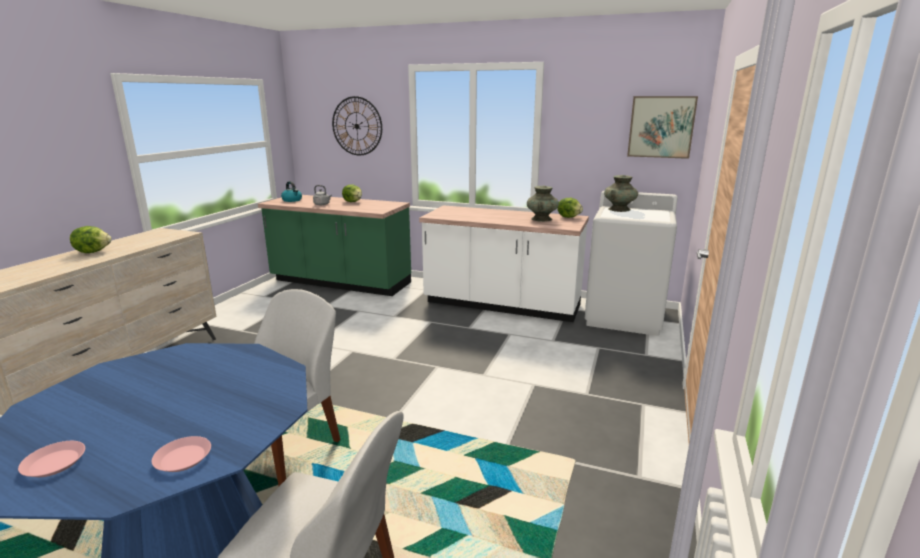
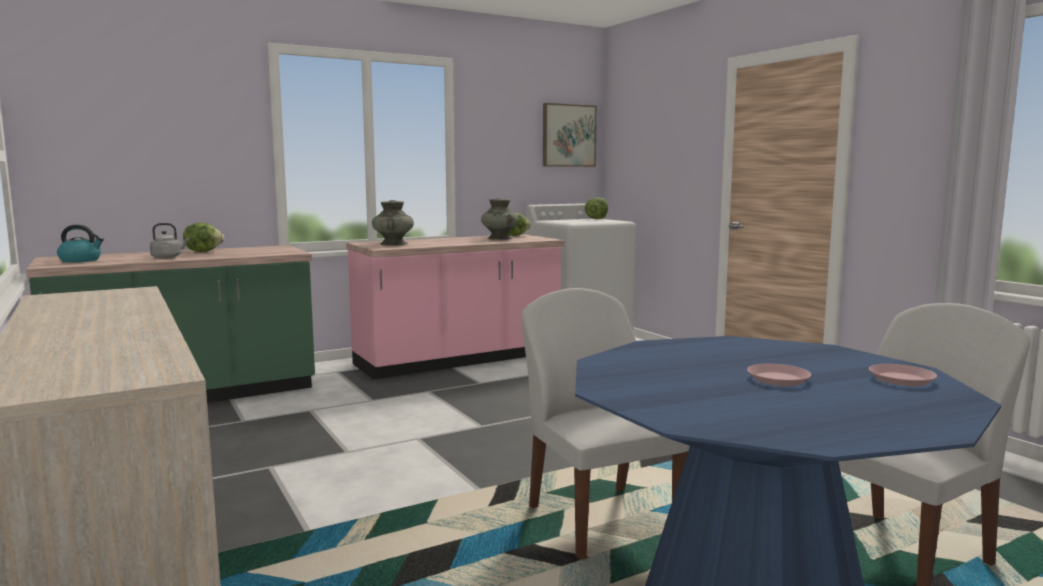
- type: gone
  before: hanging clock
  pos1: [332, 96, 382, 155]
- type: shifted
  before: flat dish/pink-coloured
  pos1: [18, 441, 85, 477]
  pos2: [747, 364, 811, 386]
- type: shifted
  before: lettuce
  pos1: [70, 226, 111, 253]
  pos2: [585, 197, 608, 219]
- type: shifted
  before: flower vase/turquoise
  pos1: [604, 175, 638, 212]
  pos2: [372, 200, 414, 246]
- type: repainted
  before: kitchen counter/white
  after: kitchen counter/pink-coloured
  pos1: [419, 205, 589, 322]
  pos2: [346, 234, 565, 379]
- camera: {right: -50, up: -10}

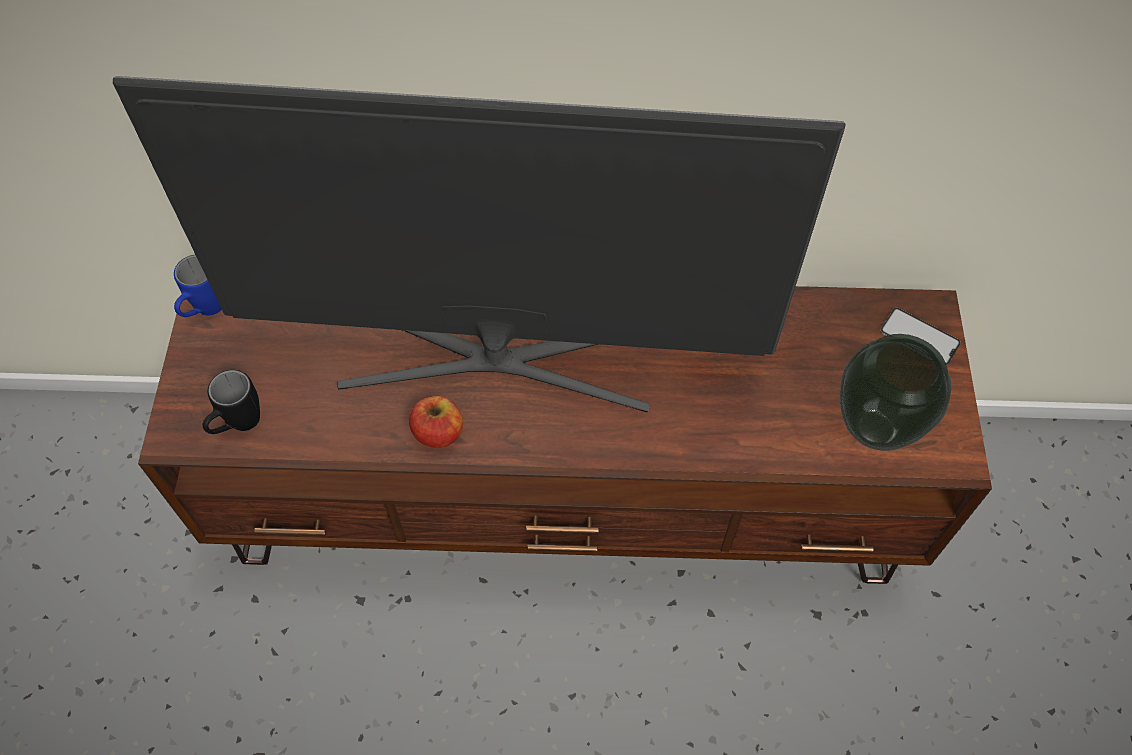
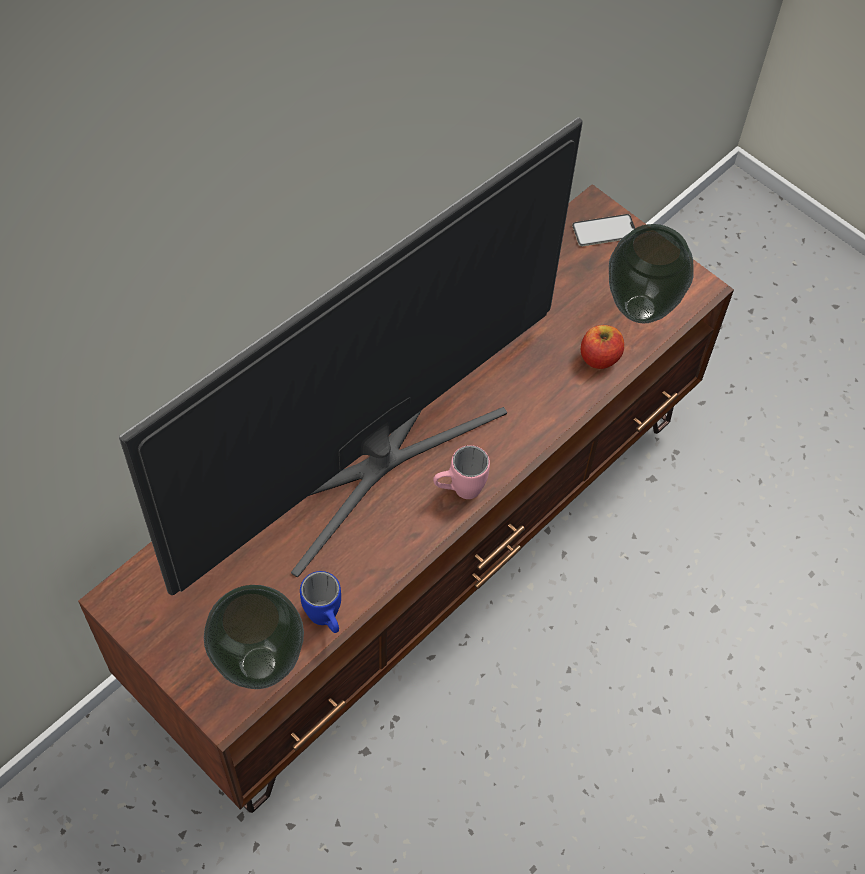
- type: new
  after: tea mug/pink-coloured
  pos2: [433, 445, 490, 499]
- type: shifted
  before: tea mug/blue
  pos1: [174, 255, 222, 317]
  pos2: [300, 571, 341, 633]
- type: shifted
  before: apple fruit
  pos1: [409, 396, 463, 448]
  pos2: [581, 325, 624, 369]
- type: swapped
  before: tea mug/black
  after: flower vase
  pos1: [202, 370, 260, 434]
  pos2: [204, 585, 304, 689]
- camera: {right: -50, up: 0}

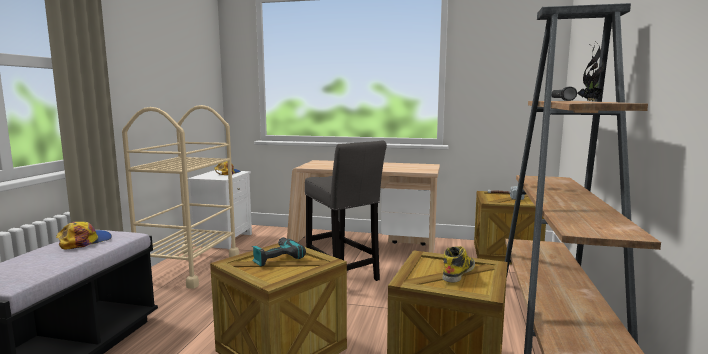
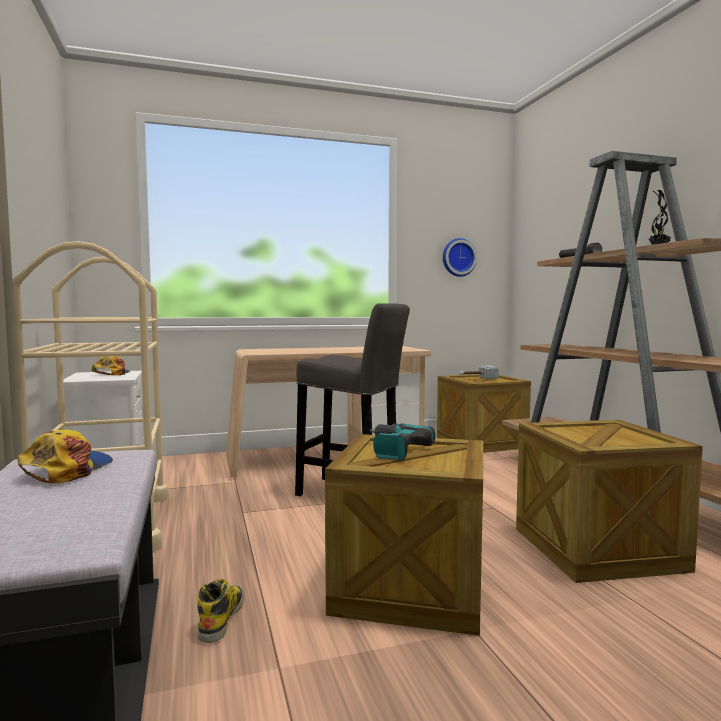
- type: new
  after: hanging clock
  pos2: [443, 238, 477, 277]
- type: shifted
  before: tall boot
  pos1: [442, 246, 475, 283]
  pos2: [197, 579, 244, 643]
- camera: {right: -30, up: -5}

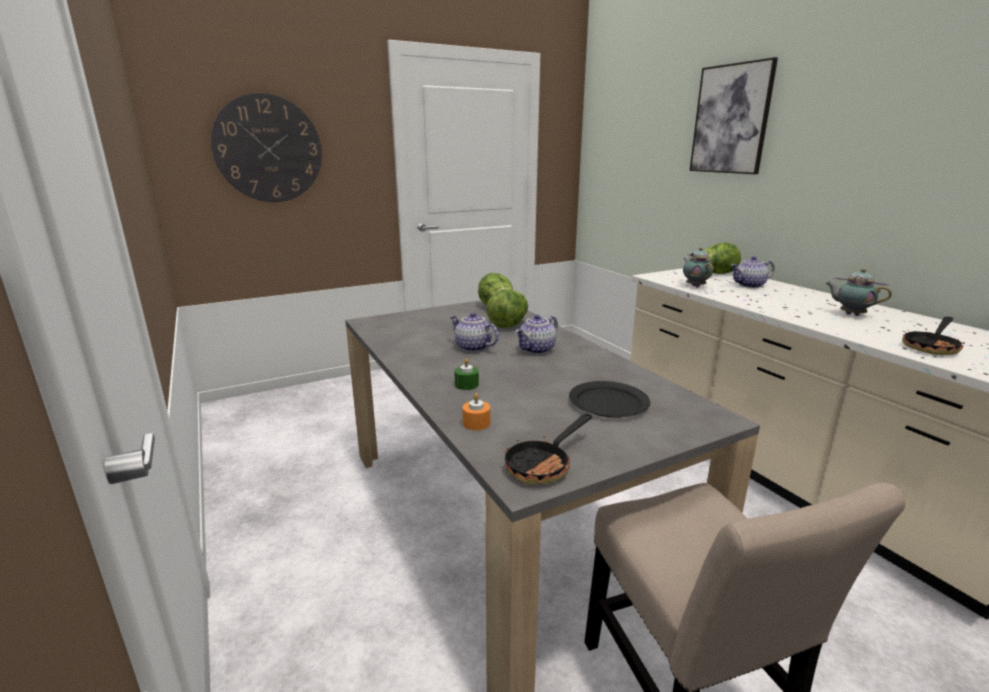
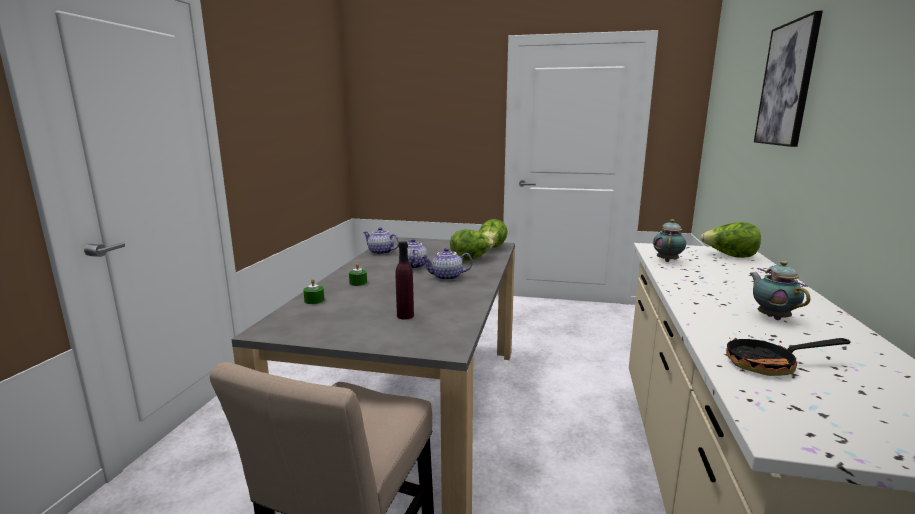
- type: gone
  before: hanging clock
  pos1: [211, 93, 322, 202]
- type: gone
  before: skillet
  pos1: [504, 413, 592, 485]
- type: shifted
  before: tea pot
  pos1: [731, 256, 775, 288]
  pos2: [363, 227, 399, 255]
- type: swapped
  before: flat dish/black
  after: beverage bottle/purple-coloured
  pos1: [569, 381, 650, 418]
  pos2: [396, 241, 414, 319]
- type: repainted
  before: candle/orange-coloured
  after: candle/greenish
  pos1: [462, 393, 490, 430]
  pos2: [303, 279, 324, 304]
- camera: {right: 40, up: -5}

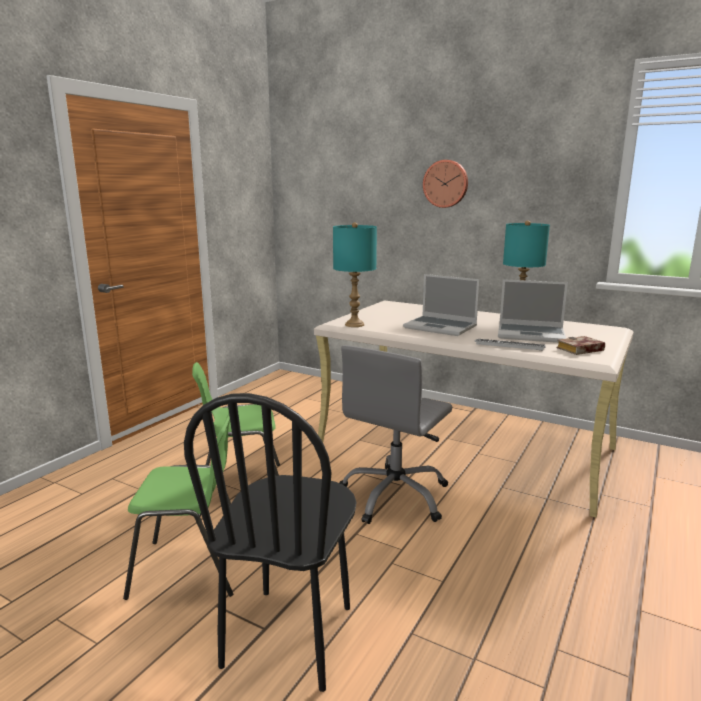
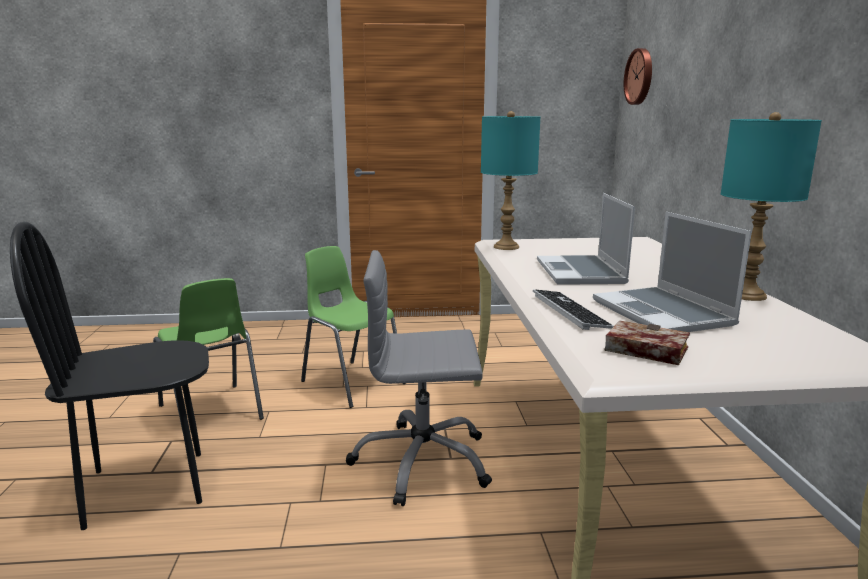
- type: shifted
  before: hanging clock
  pos1: [423, 160, 468, 208]
  pos2: [624, 48, 652, 105]
- camera: {right: 55, up: 0}

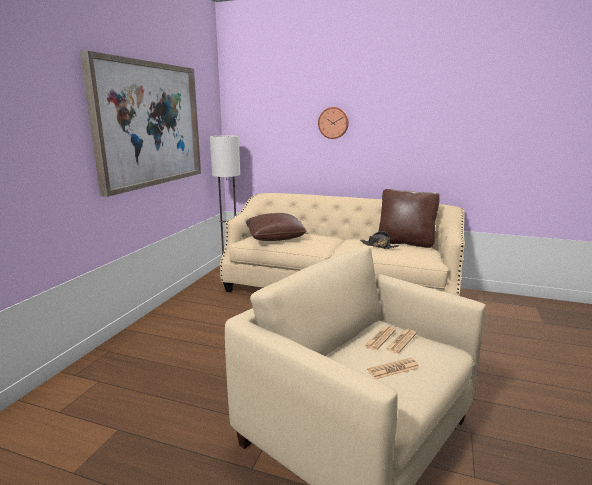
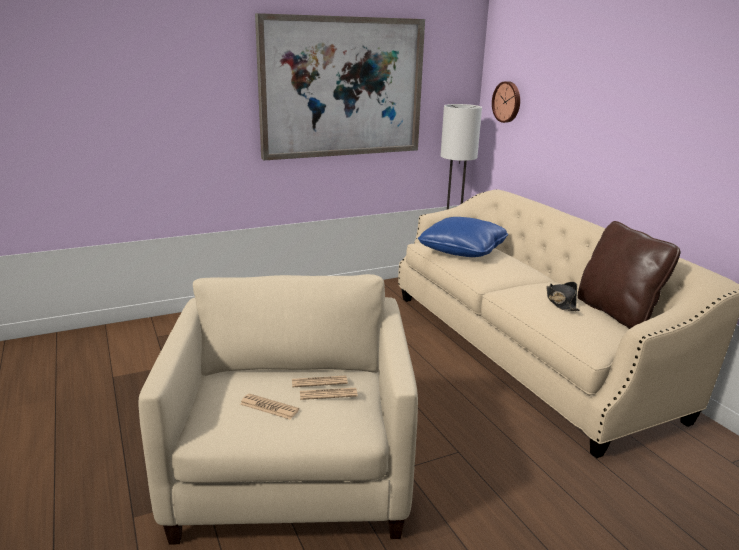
- type: shifted
  before: hanging clock
  pos1: [318, 107, 349, 139]
  pos2: [492, 81, 520, 123]
- type: repainted
  before: cushion/brownish
  after: cushion/blue
  pos1: [246, 213, 307, 241]
  pos2: [418, 217, 508, 257]
- camera: {right: 45, up: 5}

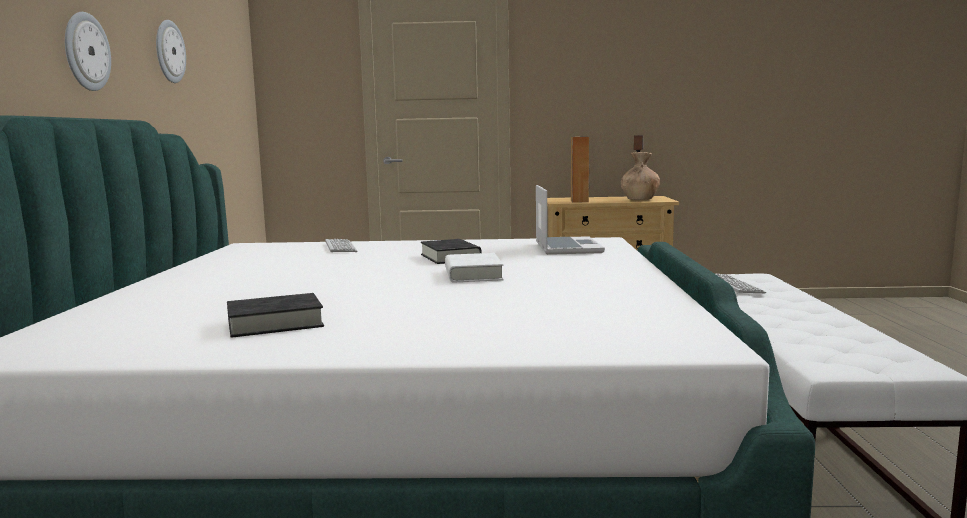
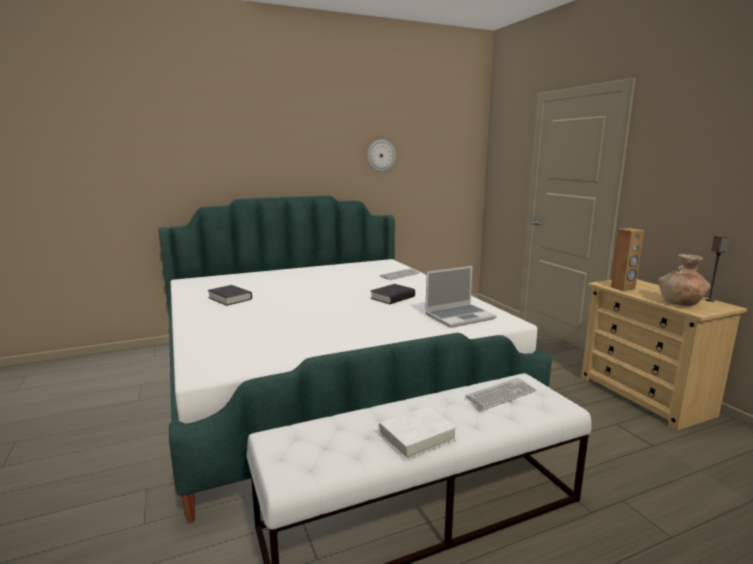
- type: gone
  before: hanging clock
  pos1: [65, 12, 111, 91]
- type: shifted
  before: book/white
  pos1: [445, 253, 504, 282]
  pos2: [378, 407, 457, 460]
- camera: {right: 65, up: 5}

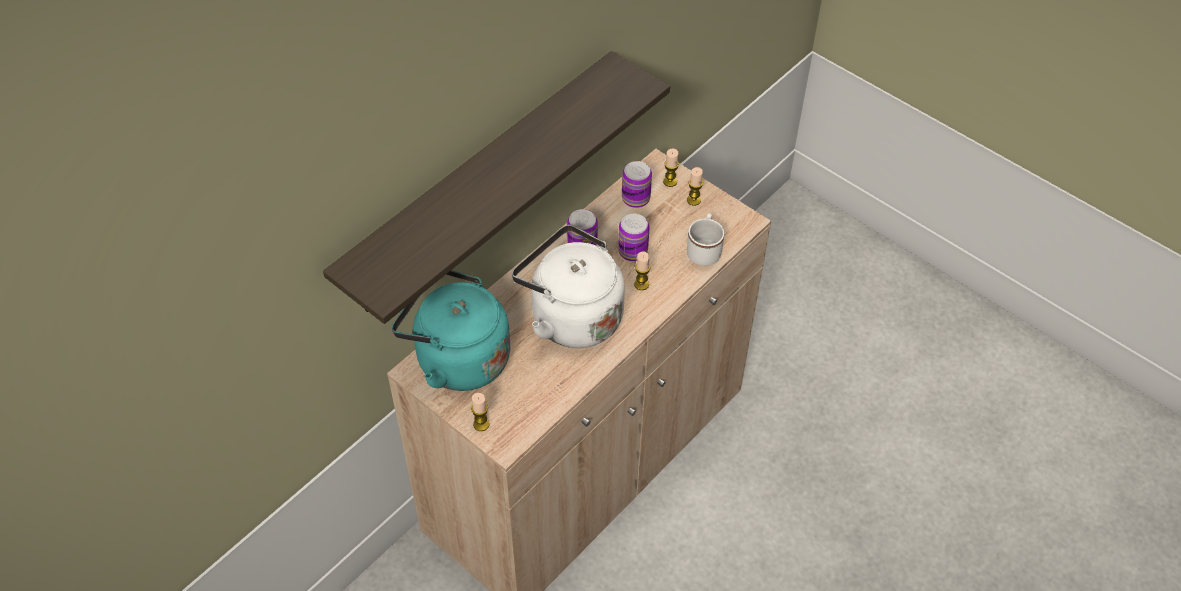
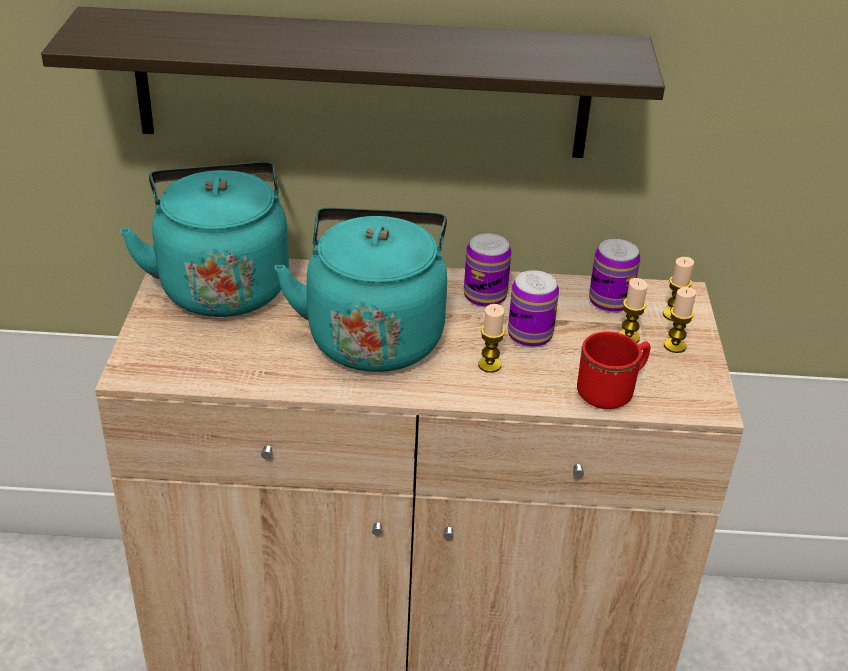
- type: shifted
  before: candle
  pos1: [471, 393, 490, 431]
  pos2: [619, 278, 648, 343]
- type: repainted
  before: water kettle/white
  after: water kettle/turquoise
  pos1: [512, 225, 625, 348]
  pos2: [274, 208, 447, 372]
- type: repainted
  before: tea mug/white
  after: tea mug/red-coloured
  pos1: [687, 214, 724, 266]
  pos2: [577, 332, 651, 409]
- camera: {right: 50, up: -15}

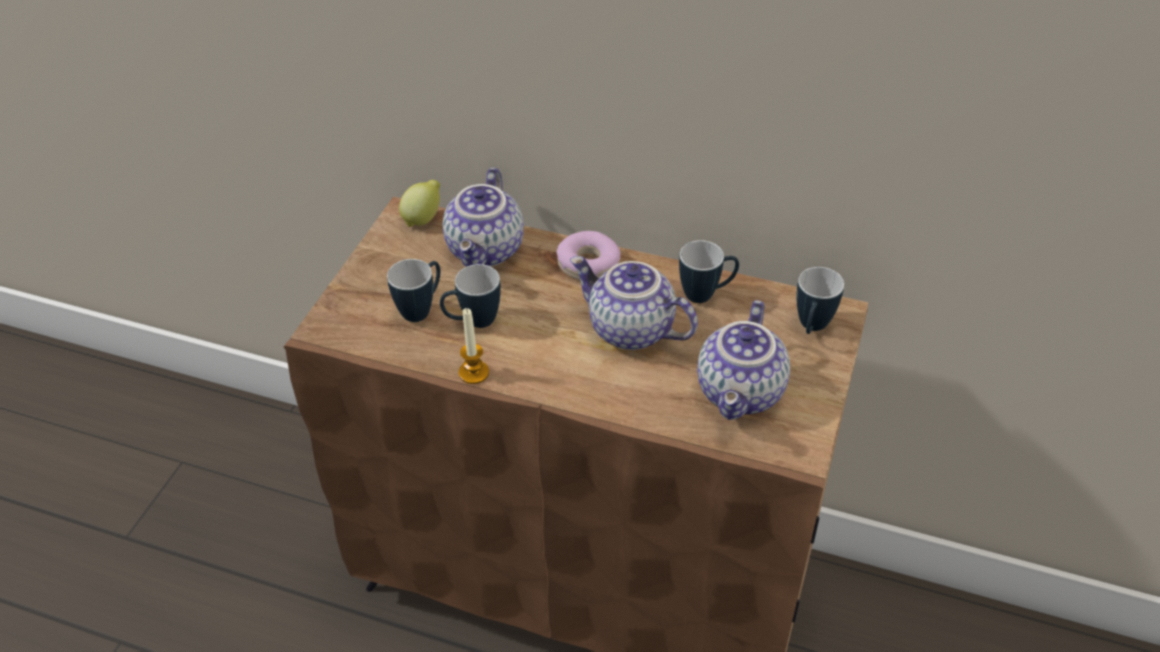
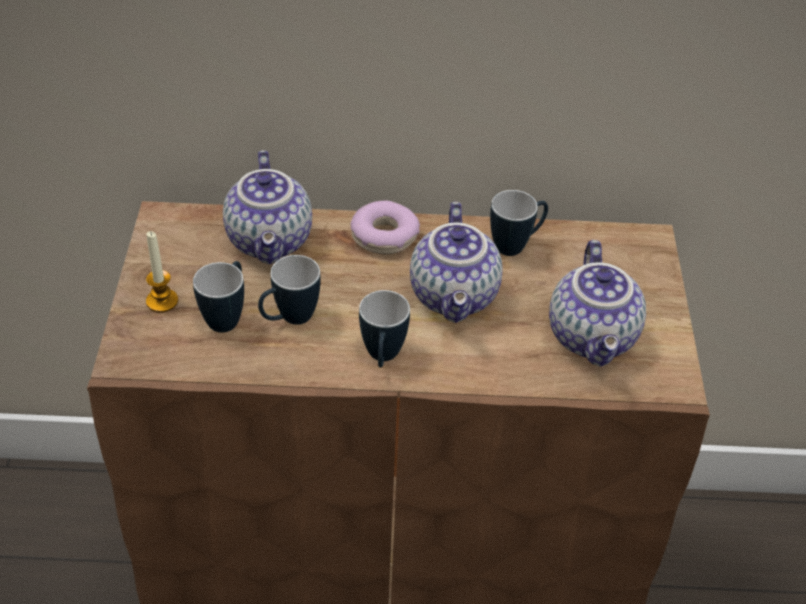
- type: gone
  before: citrus fruit
  pos1: [399, 180, 440, 227]
- type: shifted
  before: candle
  pos1: [459, 308, 489, 384]
  pos2: [146, 231, 178, 313]
- type: shifted
  before: tea mug
  pos1: [797, 267, 844, 334]
  pos2: [359, 290, 410, 368]
- type: rotated
  before: tea pot
  pos1: [570, 256, 698, 350]
  pos2: [410, 202, 503, 323]
  turn: -105
- camera: {right: -20, up: 0}

